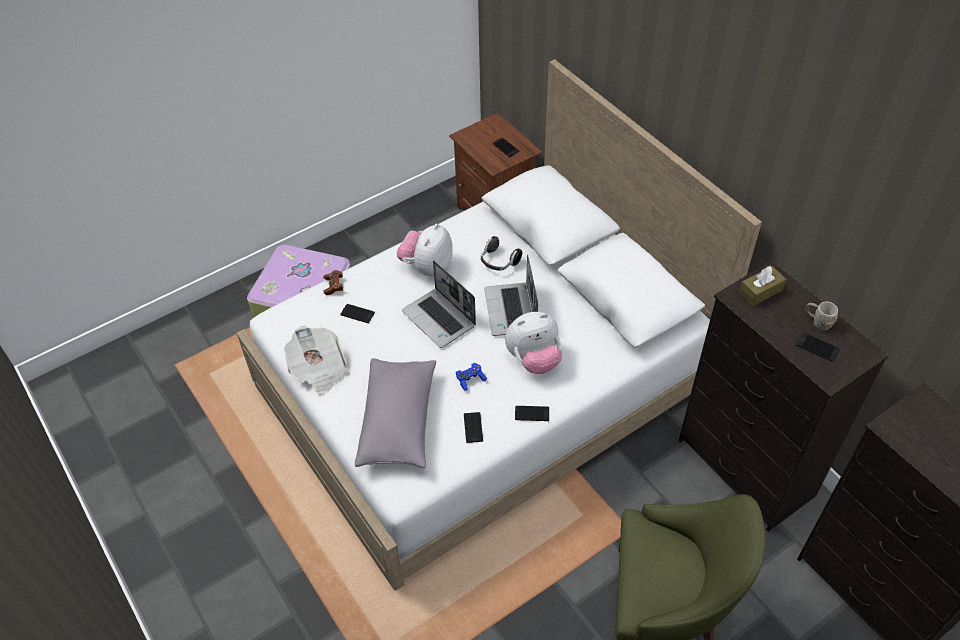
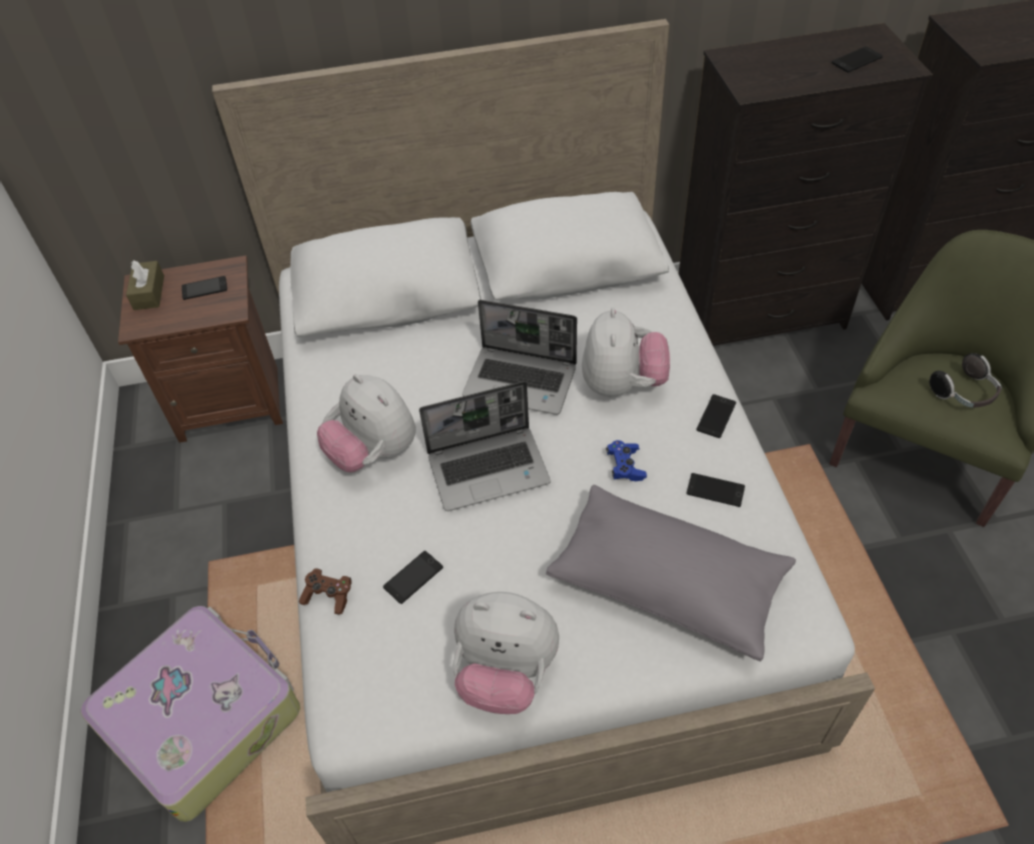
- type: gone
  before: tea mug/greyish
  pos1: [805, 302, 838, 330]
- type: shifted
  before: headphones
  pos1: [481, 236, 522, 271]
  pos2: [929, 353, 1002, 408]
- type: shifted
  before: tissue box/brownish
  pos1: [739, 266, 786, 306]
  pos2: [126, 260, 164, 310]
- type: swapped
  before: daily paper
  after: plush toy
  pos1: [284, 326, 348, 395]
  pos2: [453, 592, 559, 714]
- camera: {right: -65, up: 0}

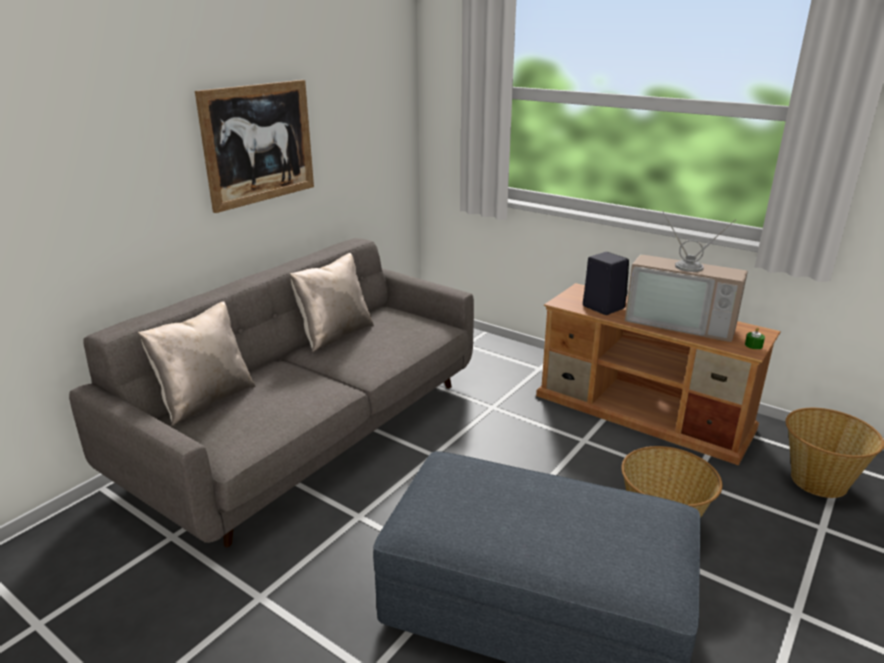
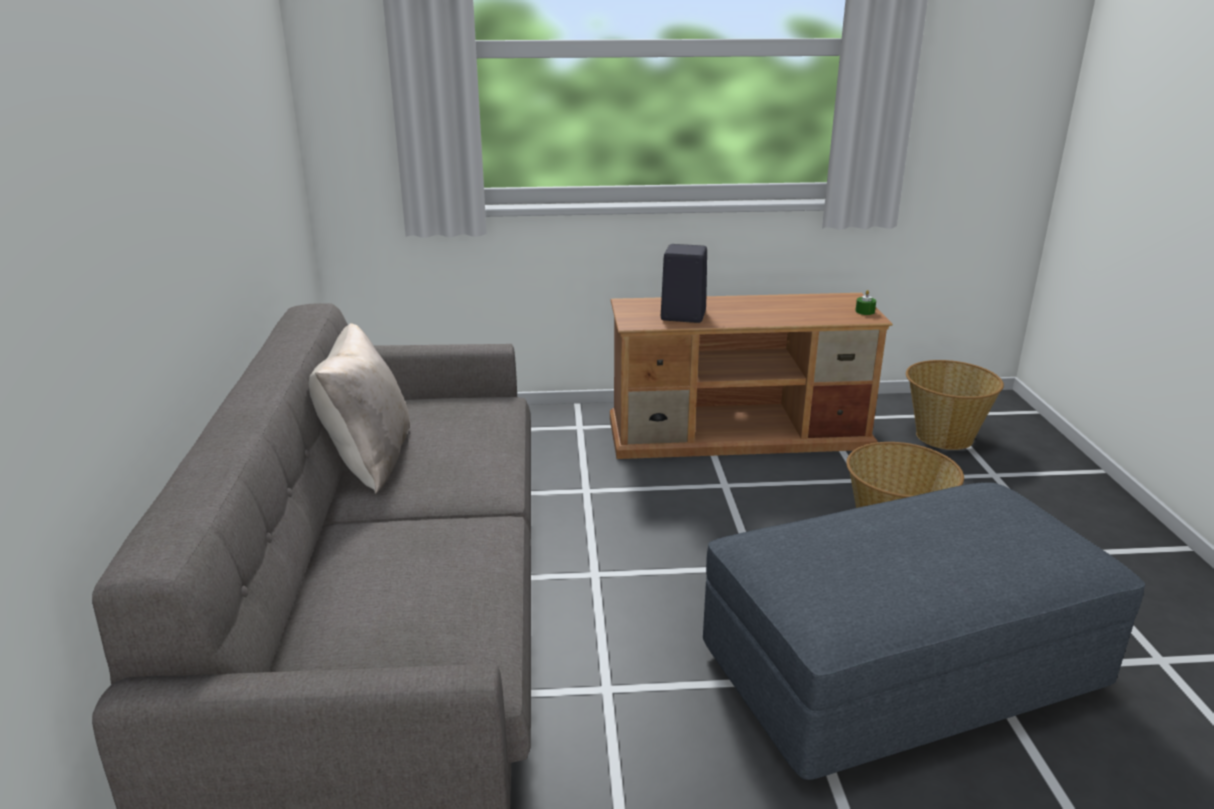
- type: gone
  before: cushion/beige-coloured
  pos1: [138, 301, 256, 426]
- type: gone
  before: wall picture
  pos1: [195, 80, 314, 213]
- type: gone
  before: TV set
  pos1: [625, 210, 748, 342]
- camera: {right: -40, up: 0}

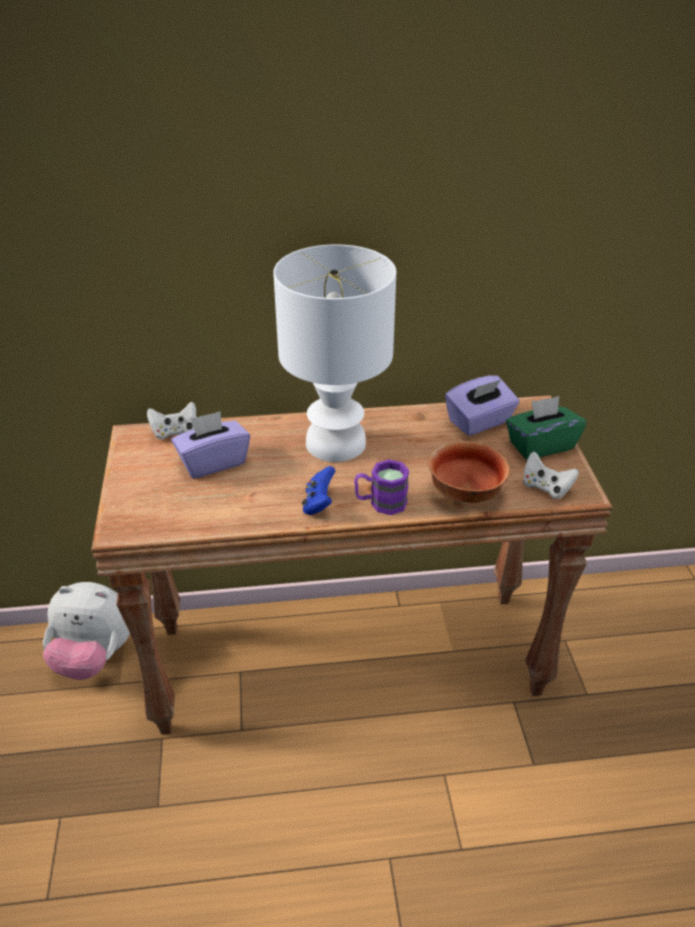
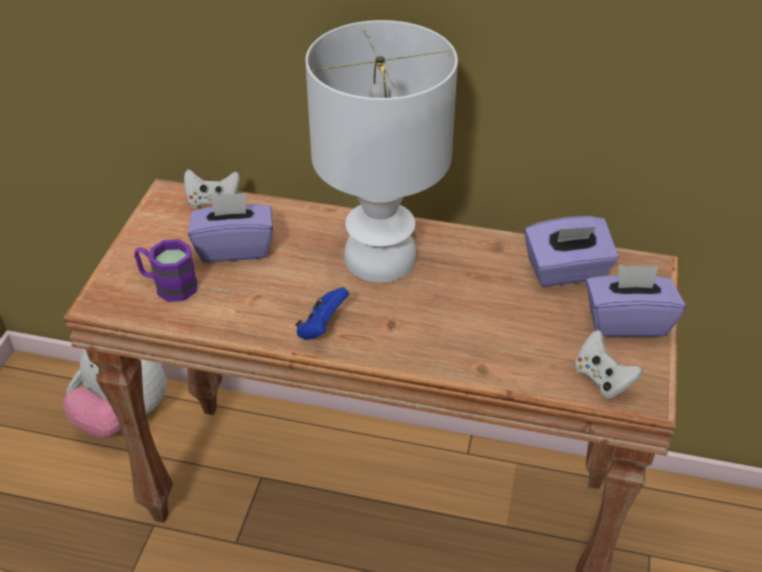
- type: gone
  before: serving bowl
  pos1: [428, 441, 510, 503]
- type: shifted
  before: tea mug/purple-coloured
  pos1: [354, 459, 409, 515]
  pos2: [134, 239, 197, 302]
- type: repainted
  before: tissue box/greenish
  after: tissue box/purple-coloured
  pos1: [506, 396, 586, 460]
  pos2: [586, 265, 686, 337]
- camera: {right: 20, up: 5}

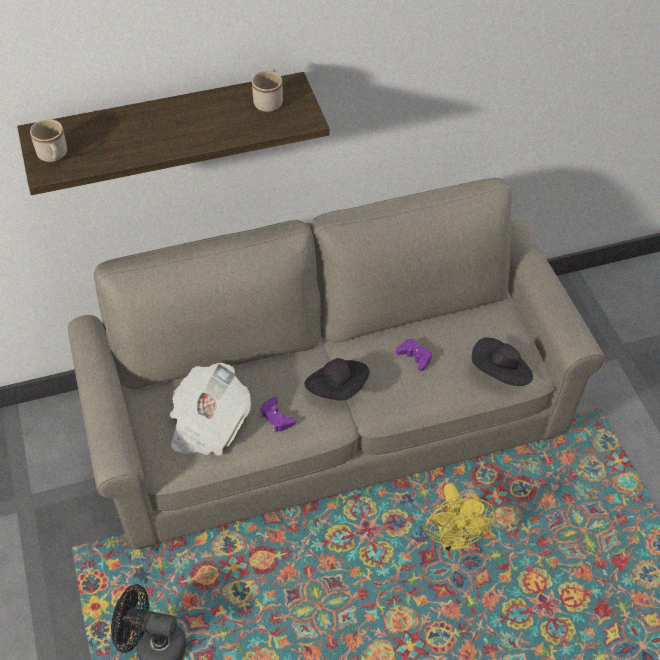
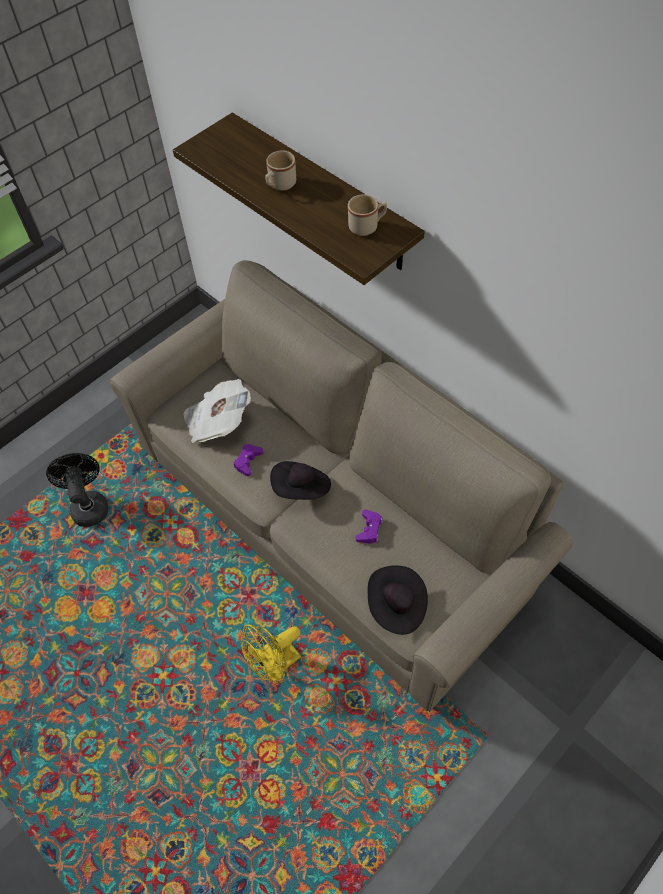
- type: shifted
  before: tea mug/beige-coloured
  pos1: [30, 119, 67, 162]
  pos2: [265, 150, 296, 191]
- camera: {right: 65, up: 5}

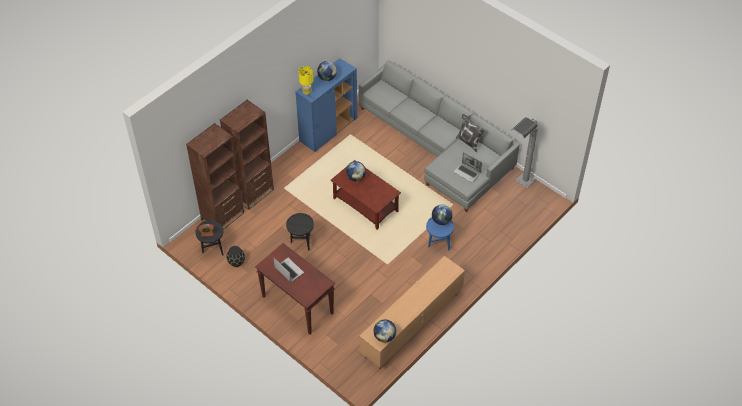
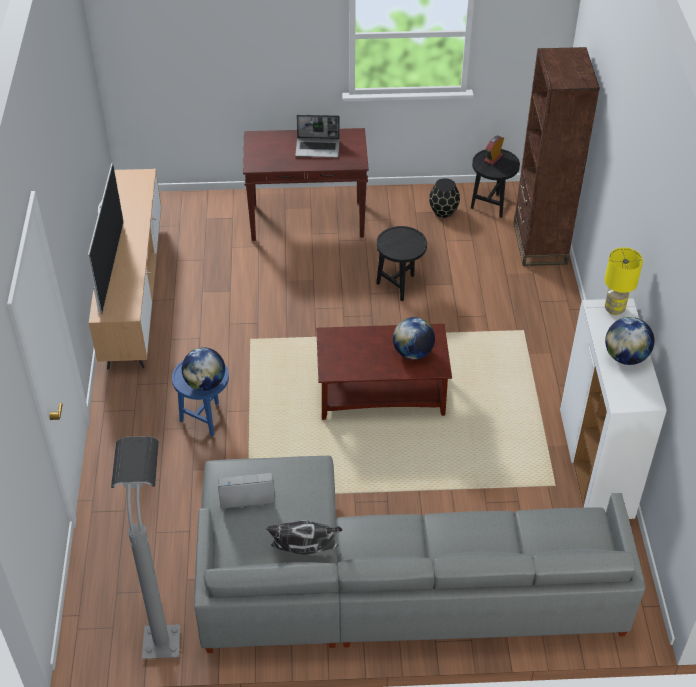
- type: gone
  before: bookcase/brownish
  pos1: [220, 100, 274, 210]
- type: gone
  before: world globe
  pos1: [374, 320, 396, 342]
- type: new
  after: TV set
  pos2: [88, 163, 124, 314]
- type: repainted
  before: cabinet/blue
  after: cabinet/white
  pos1: [295, 58, 357, 152]
  pos2: [560, 298, 667, 519]
- camera: {right: 135, up: -5}

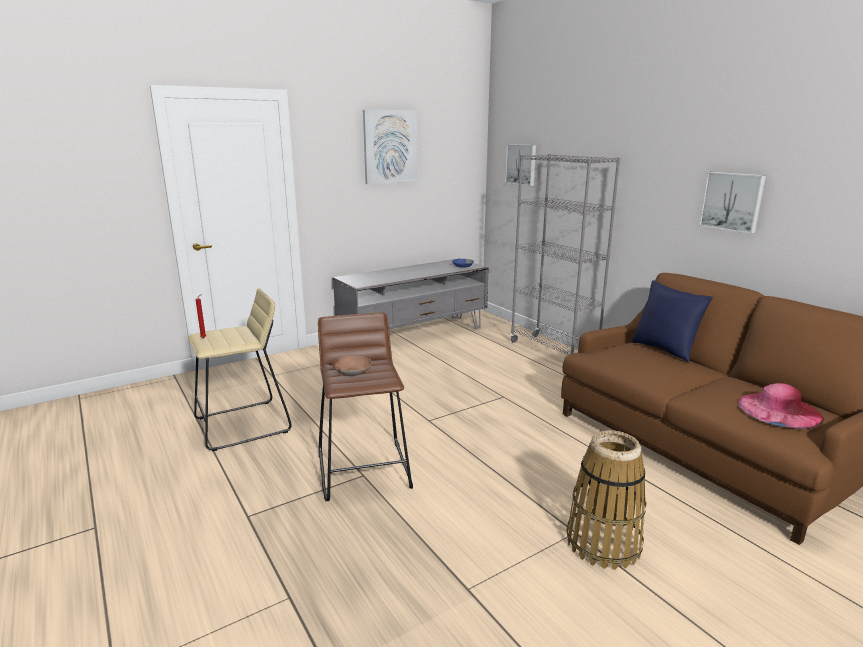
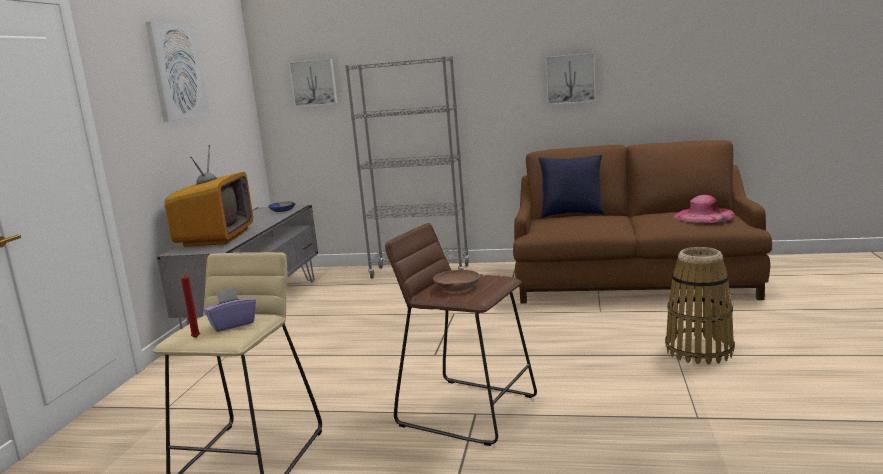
- type: new
  after: TV set
  pos2: [164, 145, 253, 247]
- type: new
  after: tissue box/purple-coloured
  pos2: [204, 287, 256, 332]
- camera: {right: -45, up: -5}

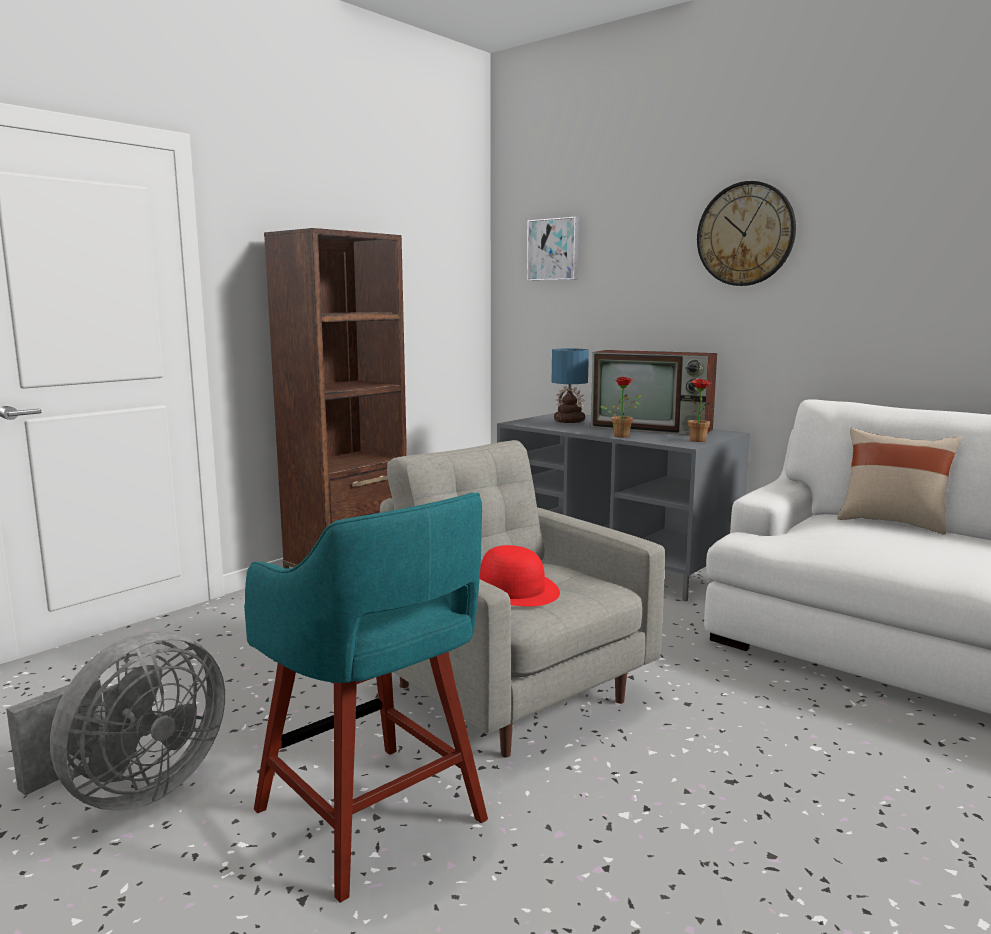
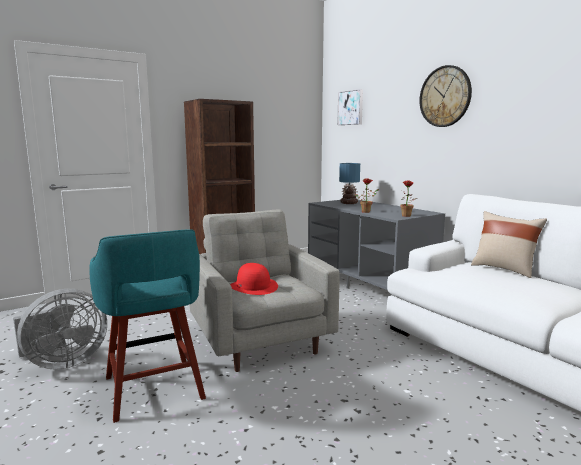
- type: gone
  before: TV set
  pos1: [591, 350, 717, 435]
- camera: {right: 15, up: 0}

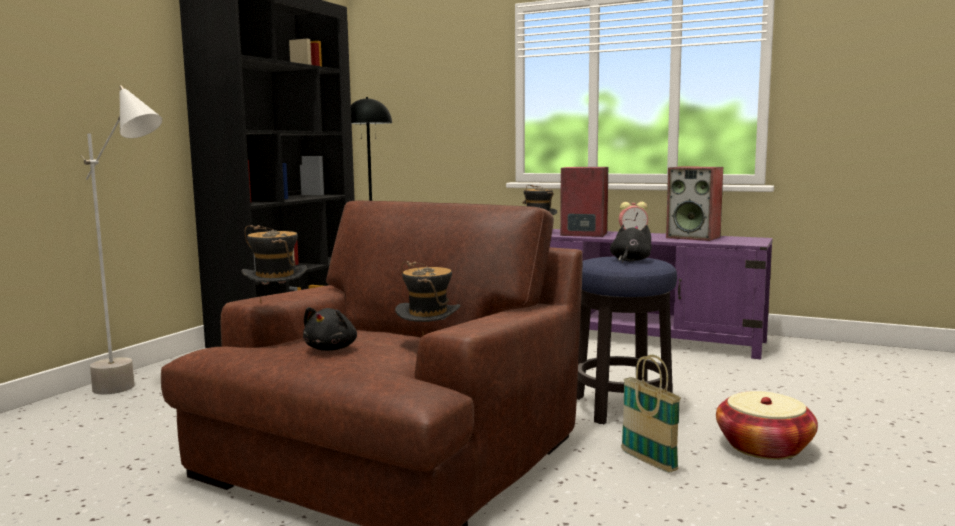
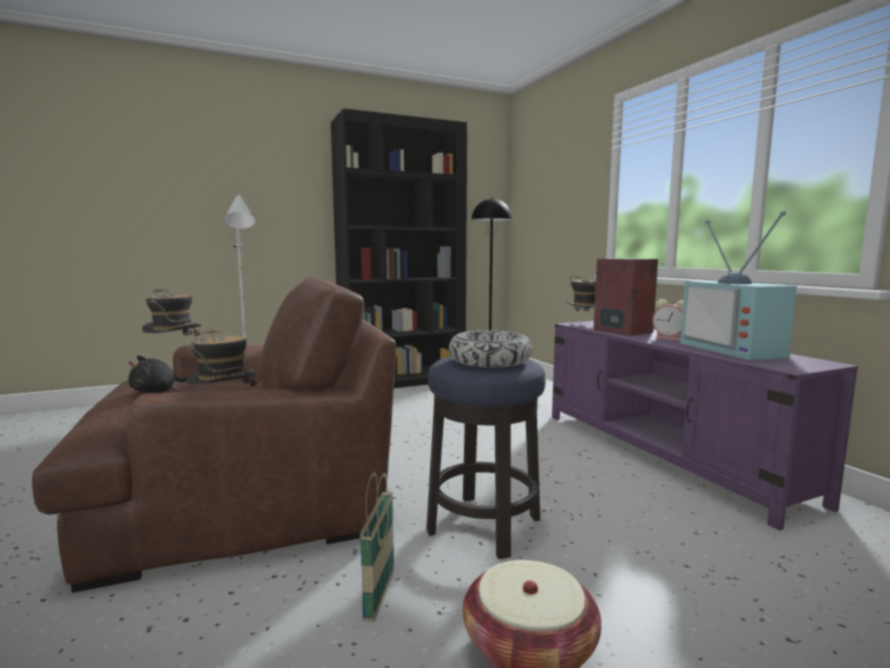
- type: swapped
  before: plush toy/black
  after: serving bowl
  pos1: [610, 225, 652, 262]
  pos2: [449, 330, 532, 368]
- type: swapped
  before: audio speaker
  after: TV set
  pos1: [666, 167, 723, 241]
  pos2: [680, 211, 797, 361]
- camera: {right: 40, up: 0}

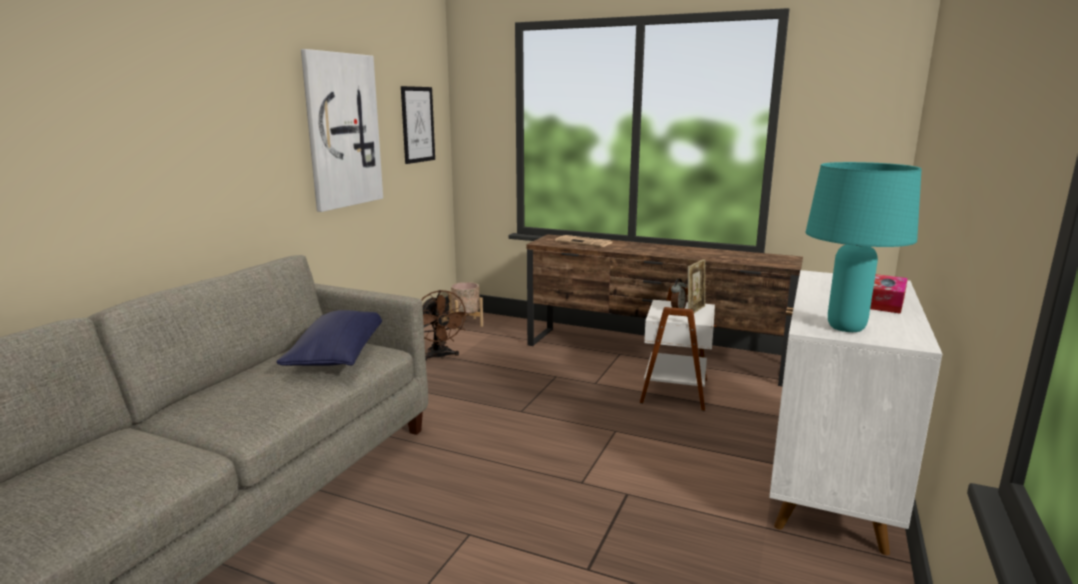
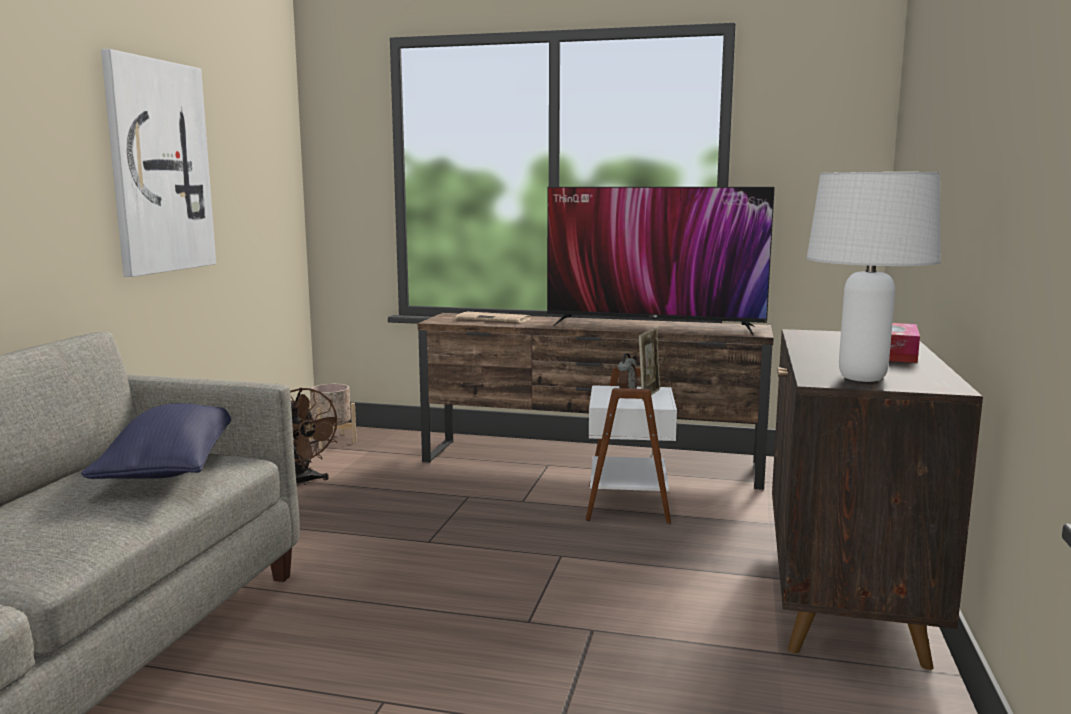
- type: gone
  before: wall picture
  pos1: [401, 86, 435, 164]
- type: new
  after: TV set
  pos2: [547, 187, 775, 336]
- type: repainted
  before: cabinet/white
  after: cabinet/brownish
  pos1: [769, 270, 942, 555]
  pos2: [772, 329, 983, 670]
- type: repainted
  before: tabletop lamp/turquoise
  after: tabletop lamp/white
  pos1: [806, 162, 922, 332]
  pos2: [806, 172, 941, 382]
- camera: {right: -10, up: -5}

